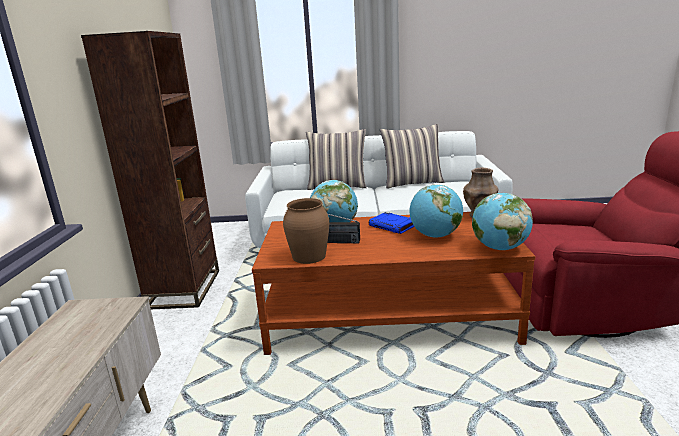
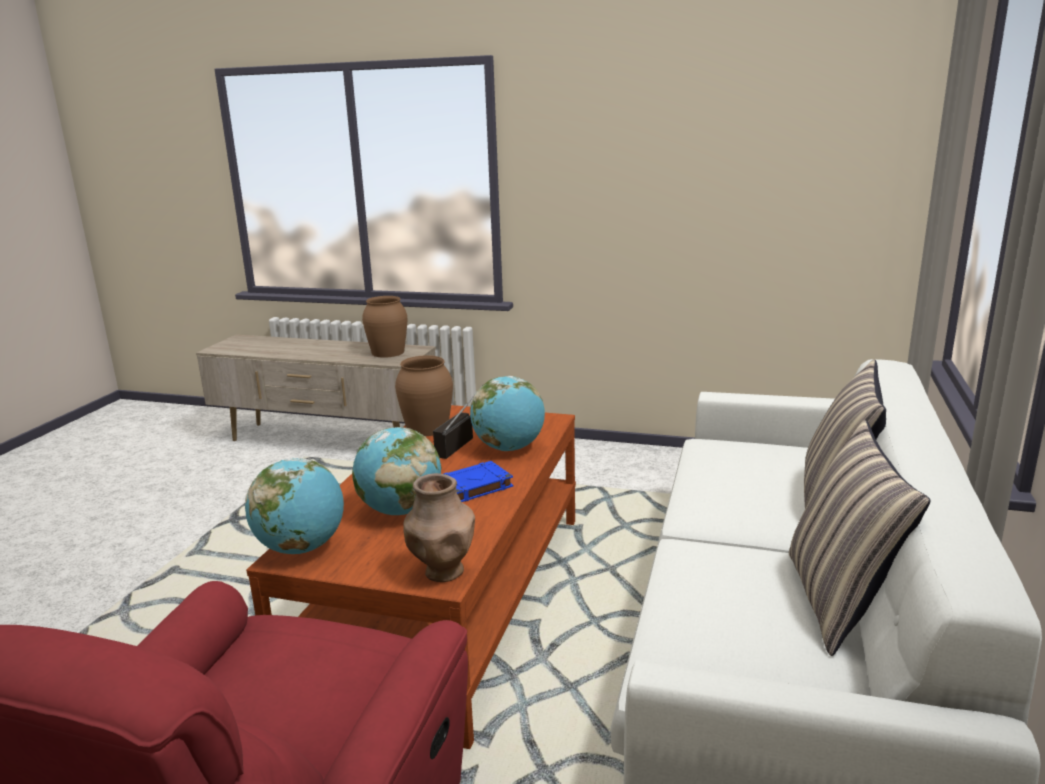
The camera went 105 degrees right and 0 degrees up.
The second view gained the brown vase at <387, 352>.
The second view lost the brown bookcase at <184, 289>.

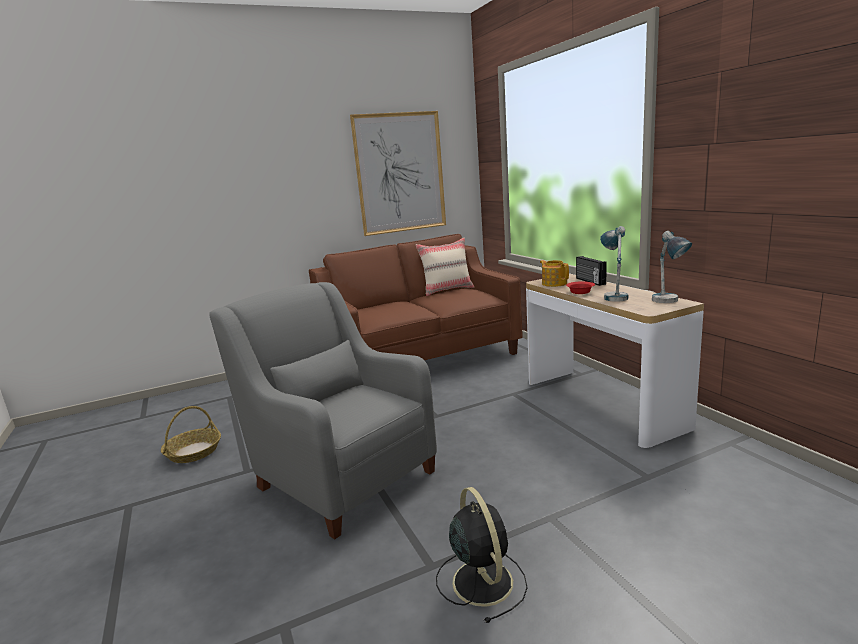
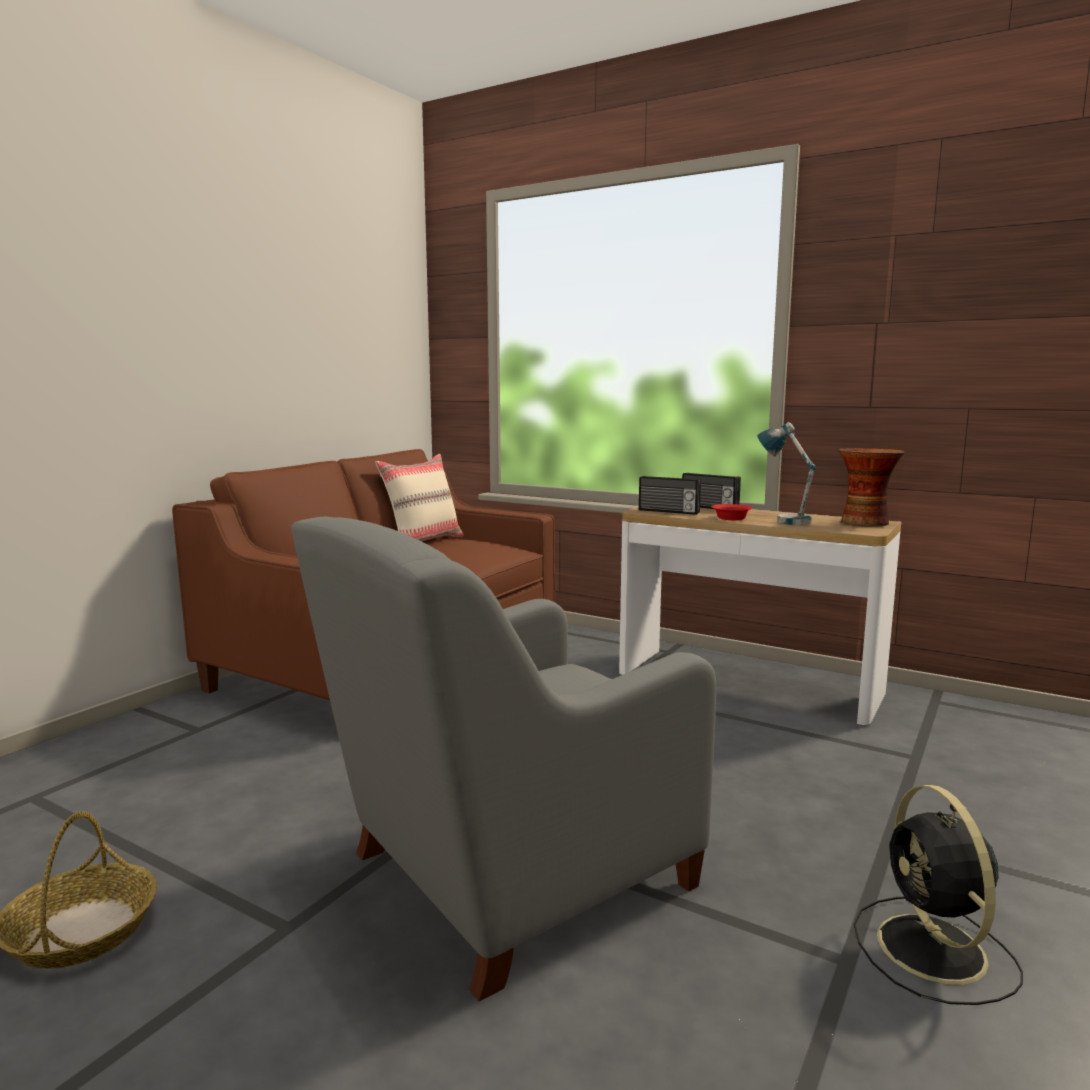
The camera went 35 degrees left and 5 degrees down.
The grey armchair at <340, 475> ended up facing another way, 45 degrees counterclockwise from before.
Where the teapot stood at <554, 283>, the radio came to stand at <668, 511>.
Where the table lamp stood at <668, 302>, the vase came to stand at <864, 523>.
The black fan at <481, 580> ended up facing another way, 135 degrees counterclockwise from before.
The second view lost the picture at <400, 173>.

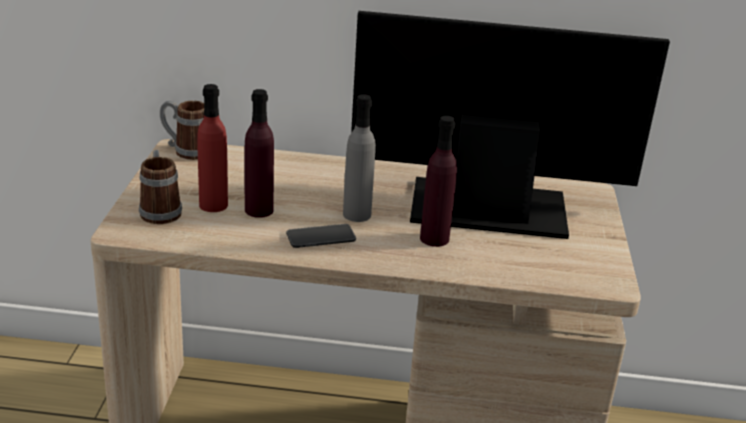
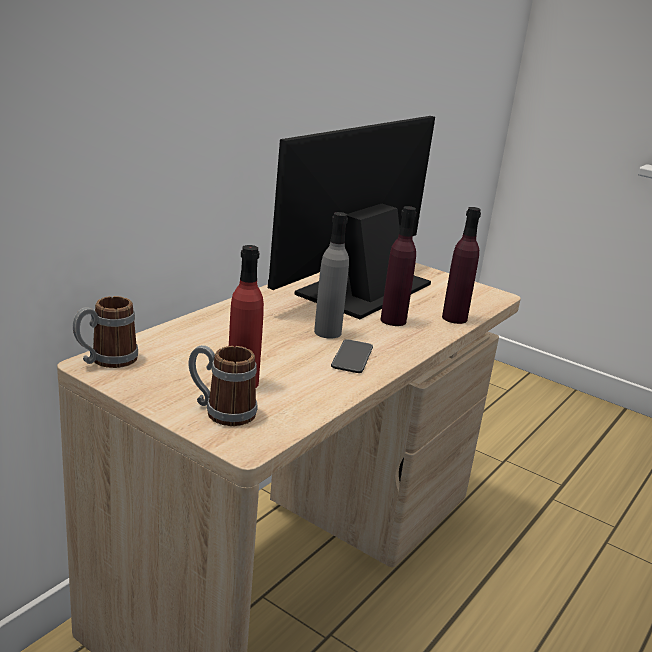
The camera went 60 degrees left and 5 degrees down.
The purple bottle ended up elsewhere, having gone from <259, 210> to <454, 318>.

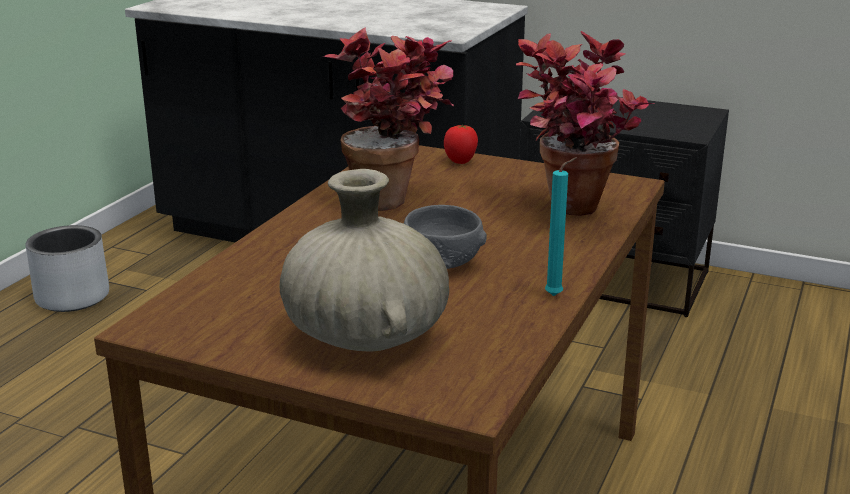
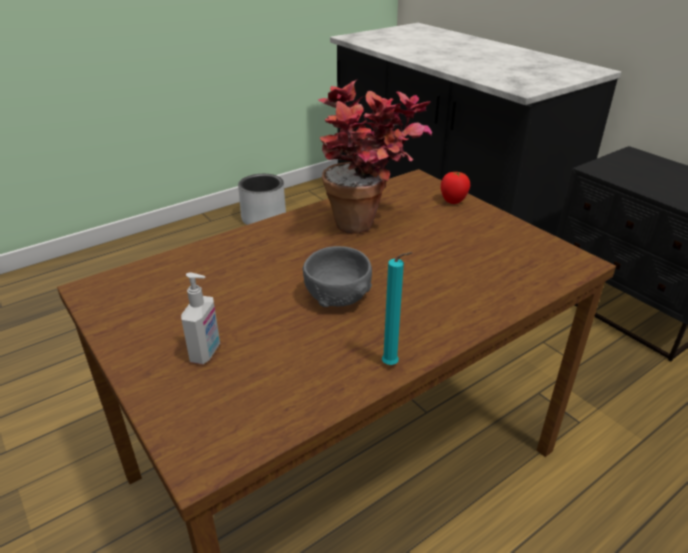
The camera went 30 degrees right and 10 degrees up.
Where the beige vase stood at <365, 337>, the soap dispenser came to stand at <206, 352>.
The second view lost the potted plant at <572, 215>.

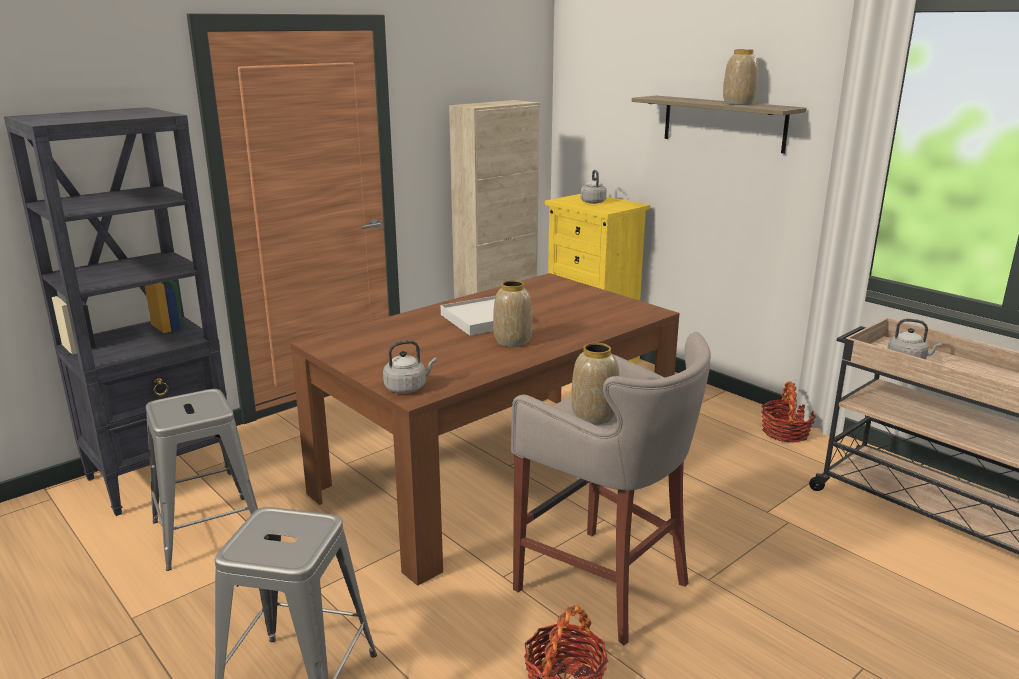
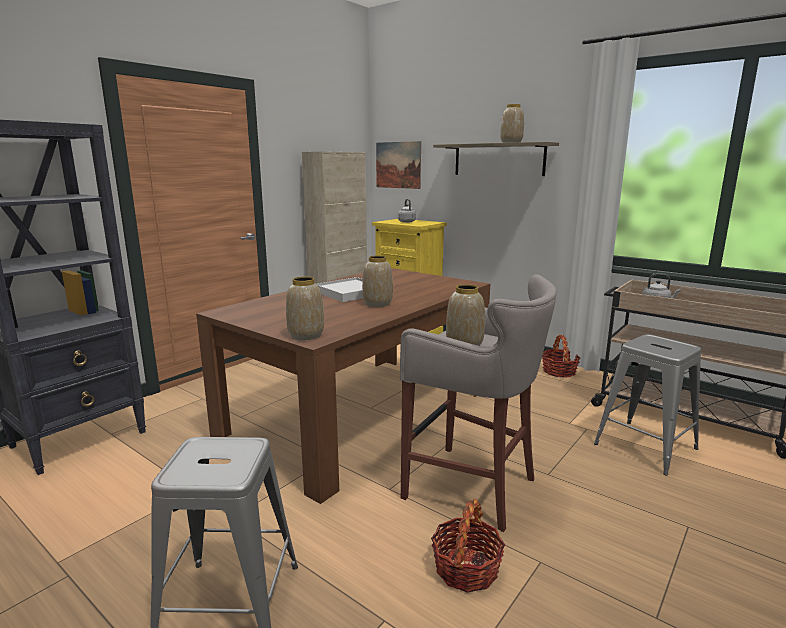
The camera went 10 degrees left and 5 degrees down.
Where the grey kettle stood at <407, 388>, the vase came to stand at <306, 335>.
The second view gained the picture at <398, 165>.
The grey stool ended up elsewhere, having gone from <208, 531> to <644, 446>.

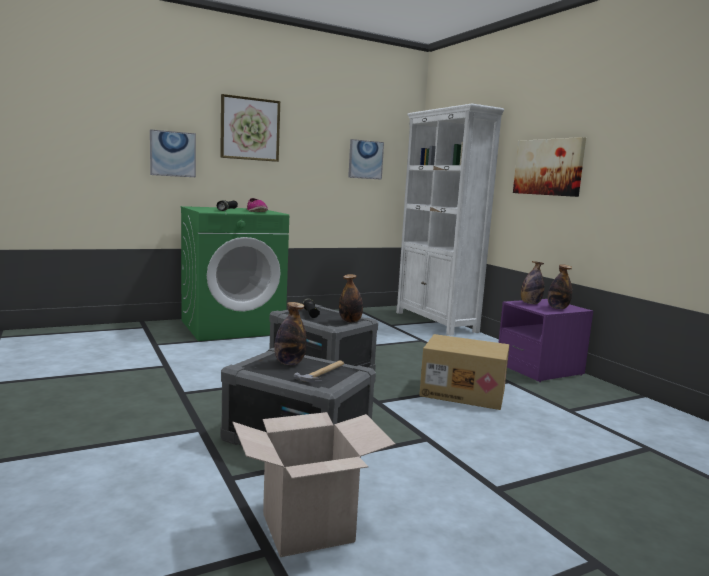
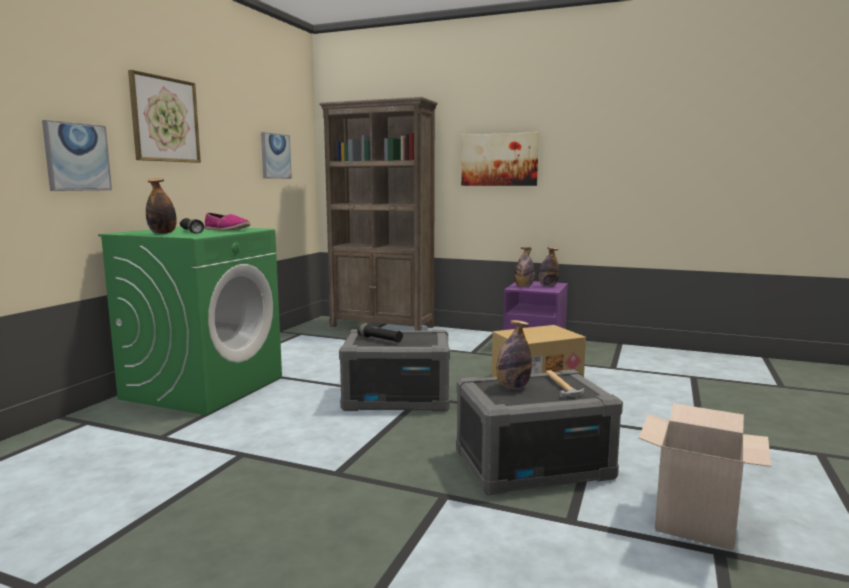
The camera went 40 degrees left and 0 degrees up.
The bottle ended up elsewhere, having gone from <350, 321> to <163, 233>.
What was the white bookcase at <436, 322> turned into the brown bookcase at <382, 326>.

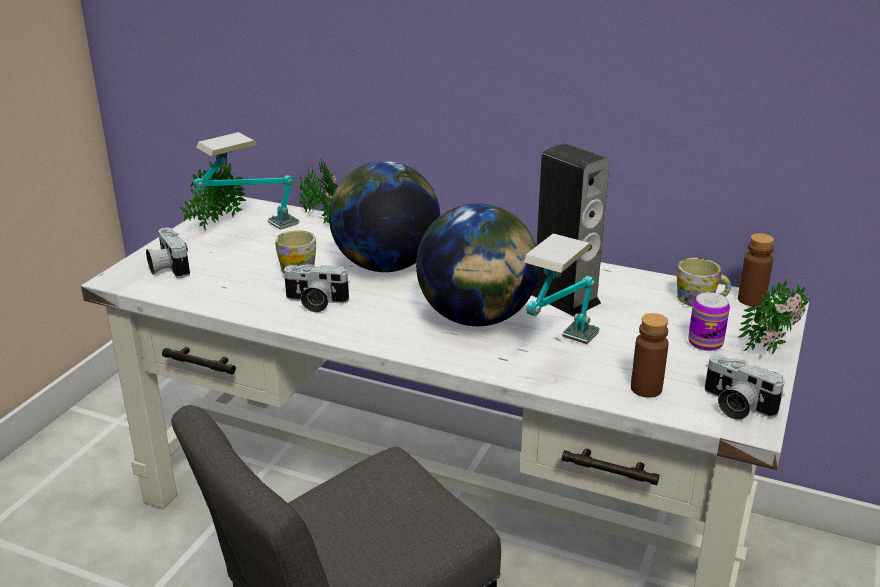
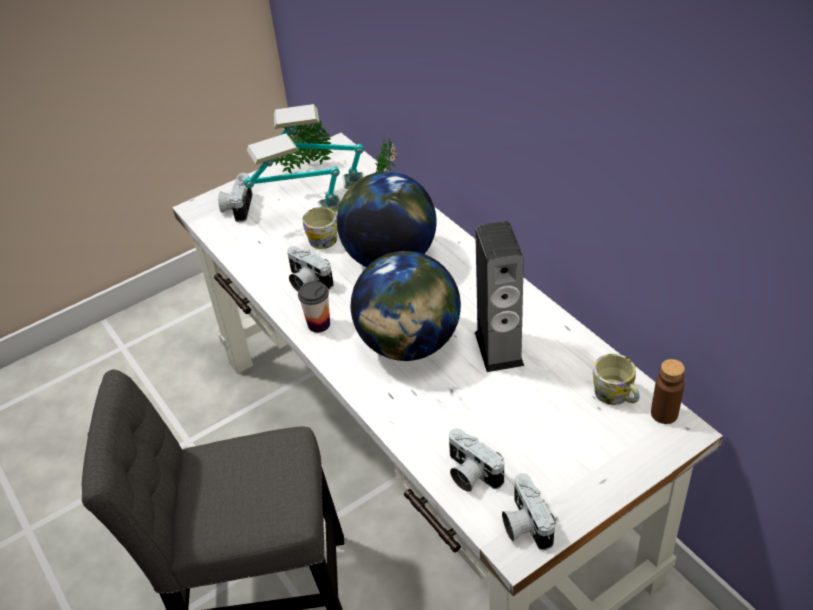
The camera went 35 degrees right and 15 degrees up.
The table lamp ended up elsewhere, having gone from <559, 355> to <300, 217>.
The second view gained the cup at <319, 324>.
Where the brown bottle stood at <646, 389>, the photo camera came to stand at <470, 474>.
The second view lost the can at <705, 343>.
The second view lost the potted plant at <774, 348>.

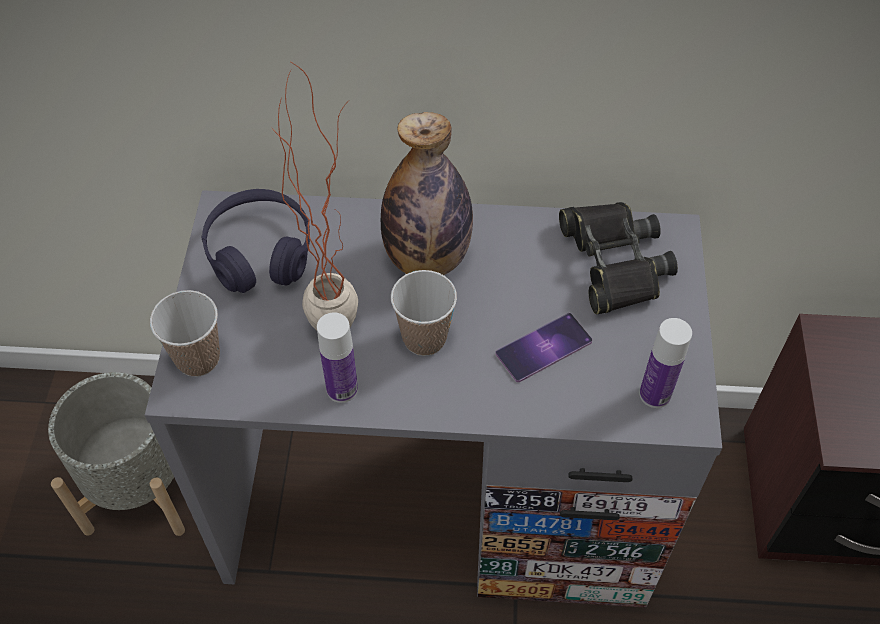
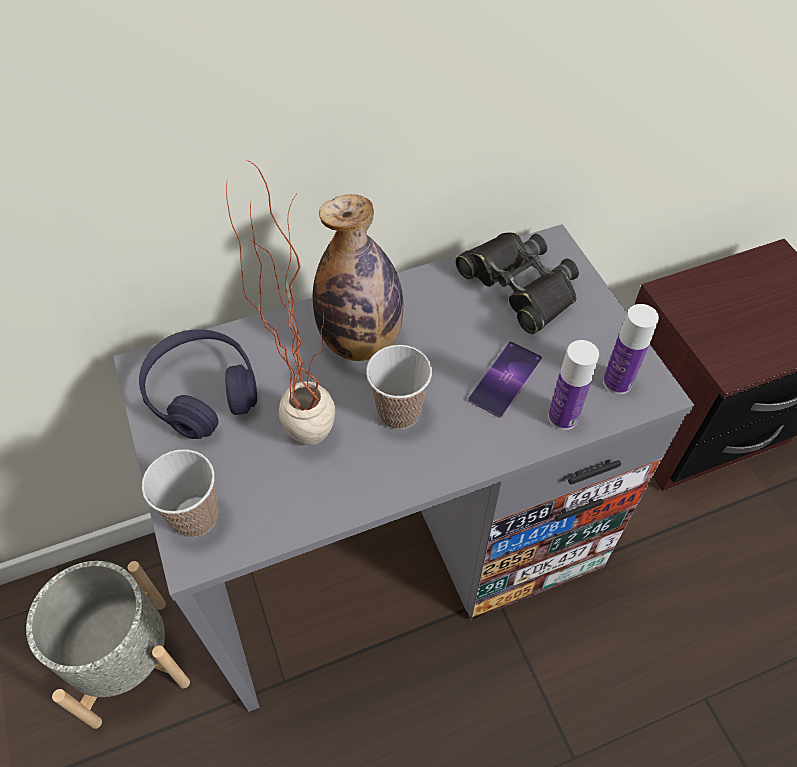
The camera went 25 degrees left and 0 degrees up.
The bottle ended up elsewhere, having gone from <342, 389> to <563, 417>.

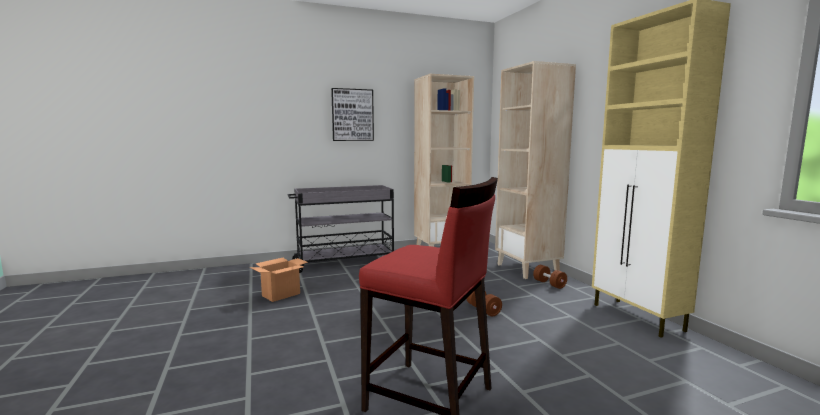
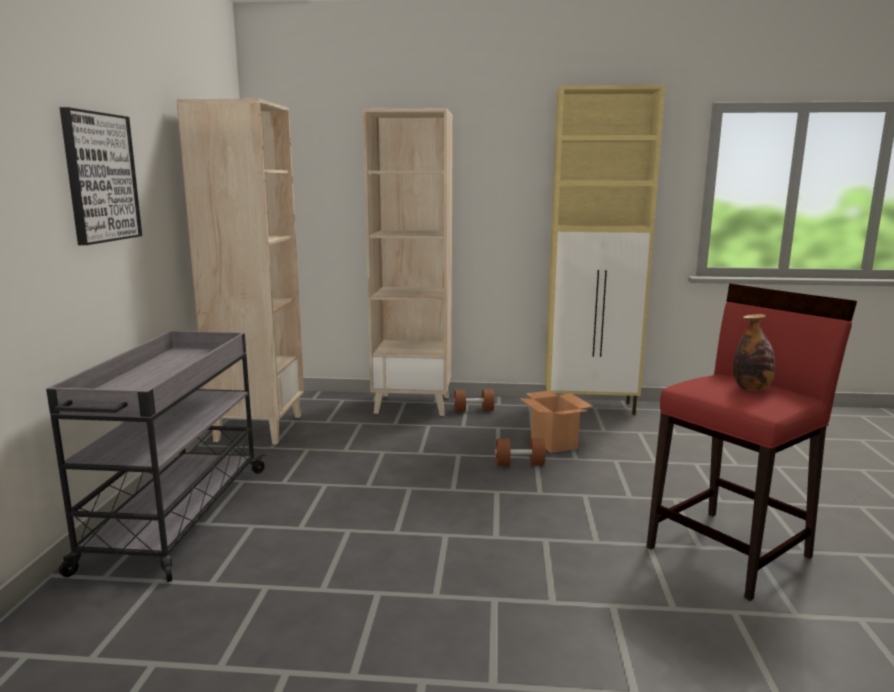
The camera went 65 degrees left and 5 degrees up.
The cardboard box ended up elsewhere, having gone from <281, 294> to <553, 443>.
The second view gained the bottle at <751, 389>.

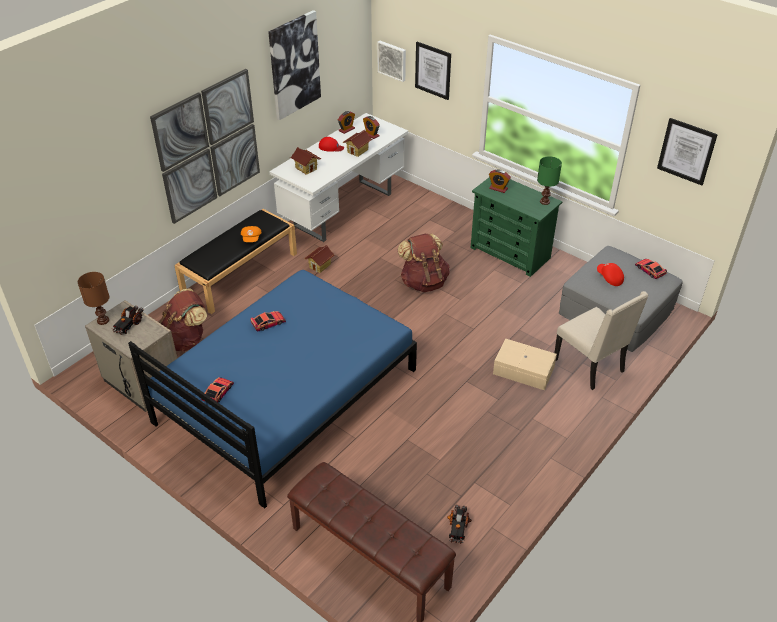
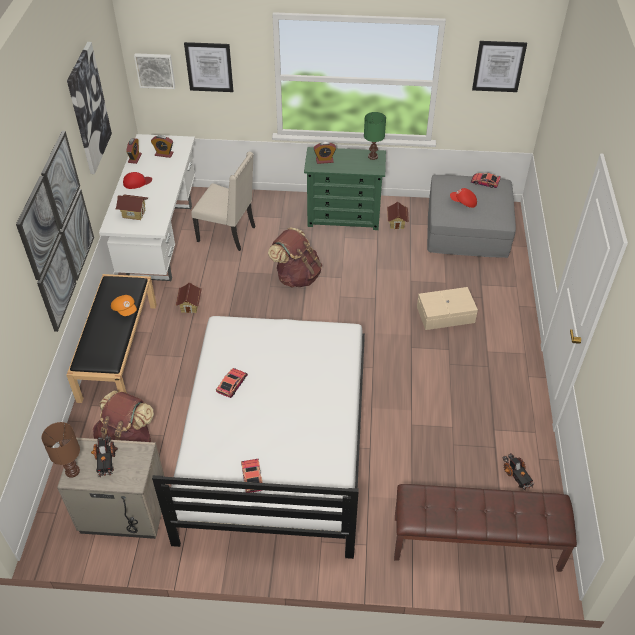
The camera went 35 degrees left and 5 degrees up.
What was the blue bed at <286, 395> turned into the white bed at <275, 444>.
The beige chair ended up elsewhere, having gone from <590, 366> to <228, 234>.
The toy house ended up elsewhere, having gone from <358, 151> to <397, 223>.

